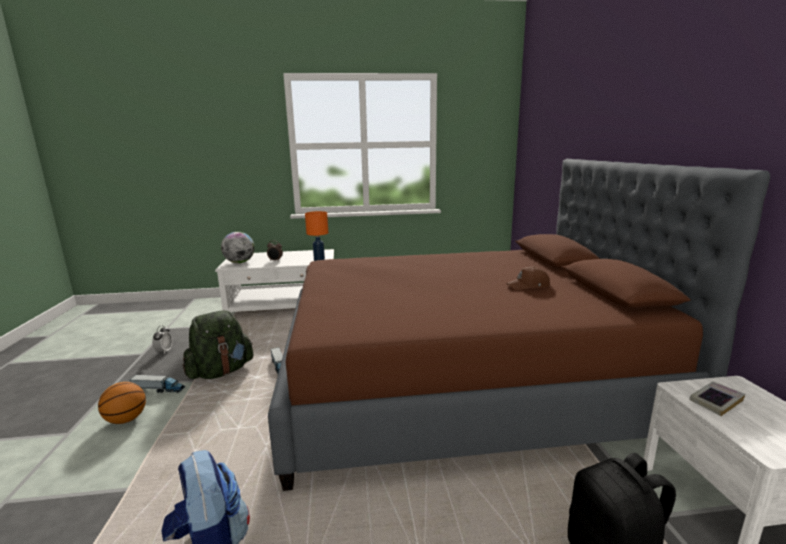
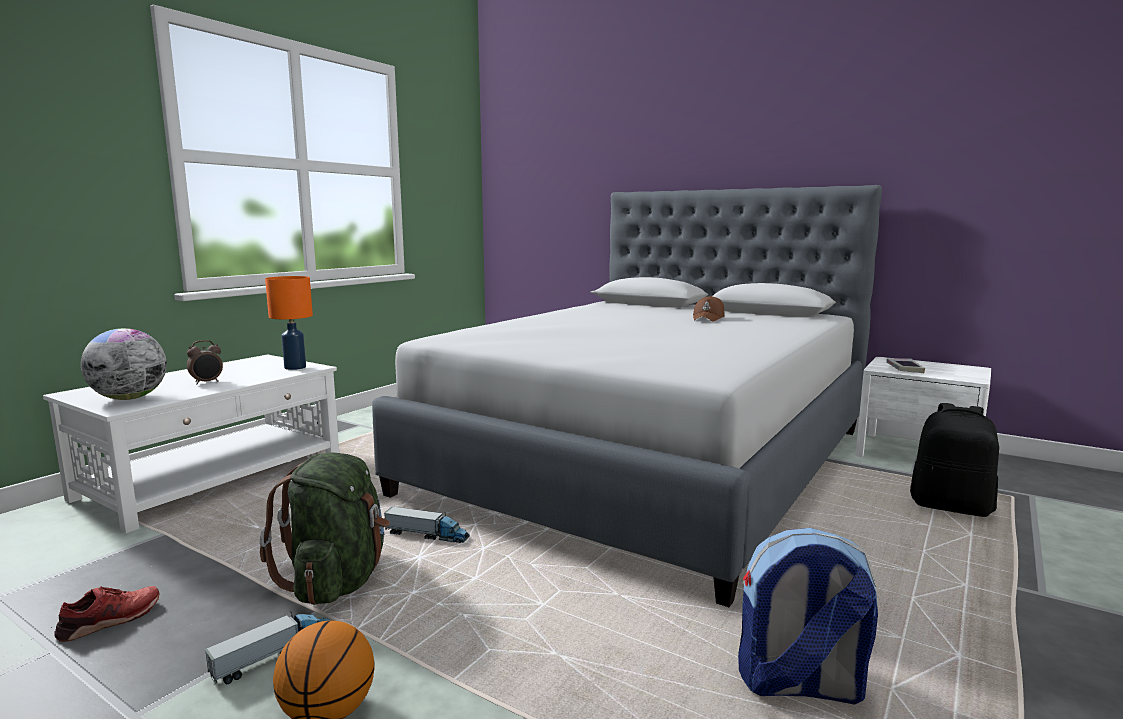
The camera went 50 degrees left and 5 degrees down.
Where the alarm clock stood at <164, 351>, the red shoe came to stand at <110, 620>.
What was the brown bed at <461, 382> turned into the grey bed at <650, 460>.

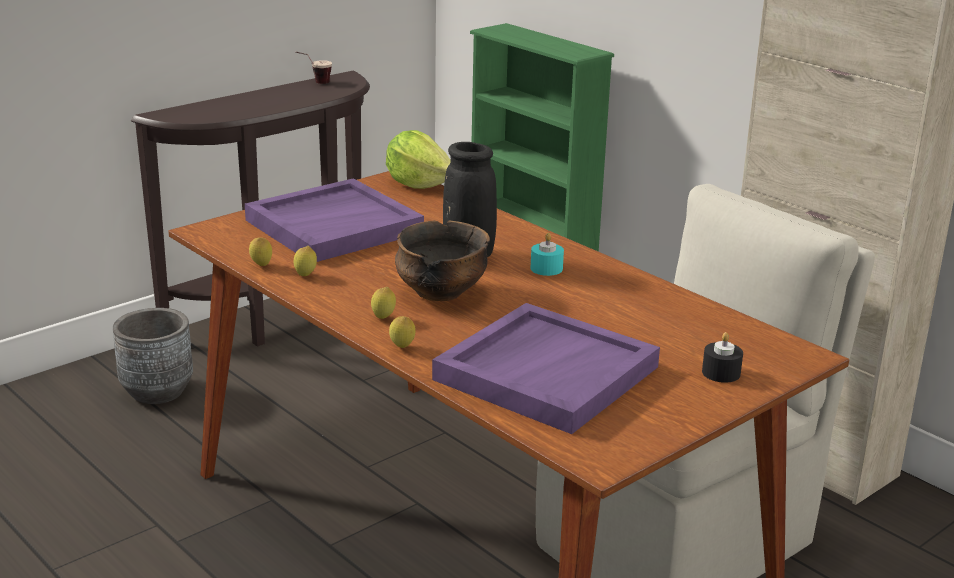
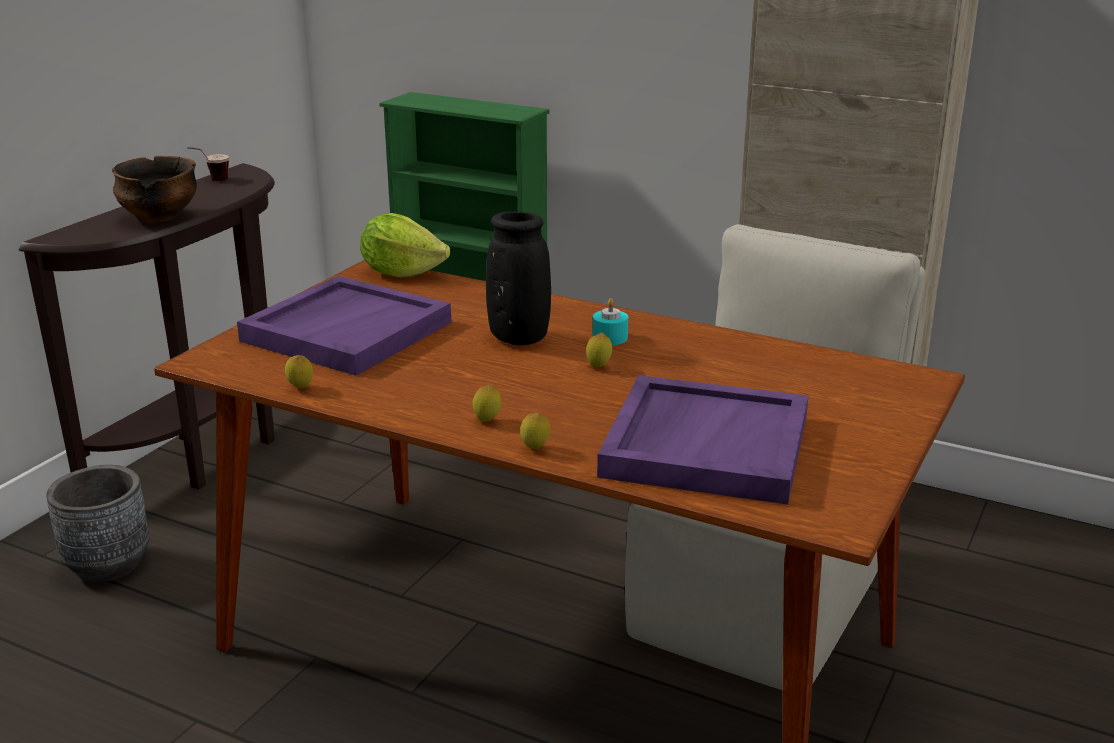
The camera went 20 degrees left and 0 degrees up.
The bowl ended up elsewhere, having gone from <440, 293> to <159, 218>.
The lemon ended up elsewhere, having gone from <305, 276> to <598, 367>.
The second view lost the black candle at <721, 373>.

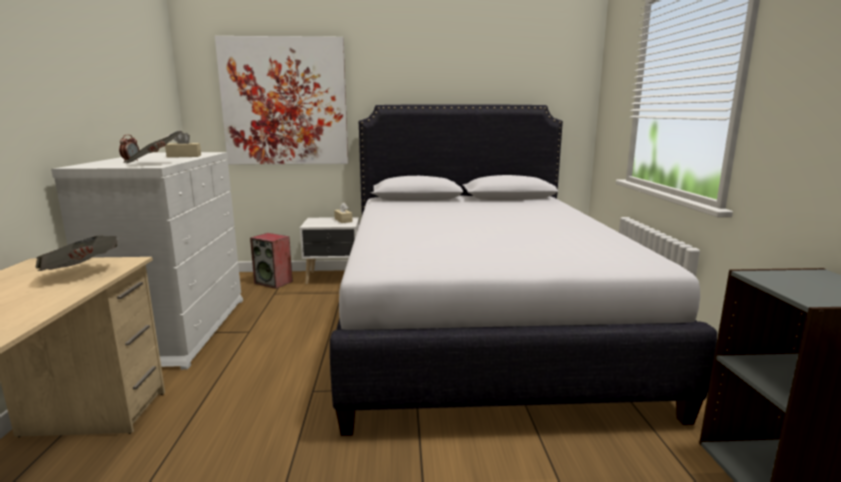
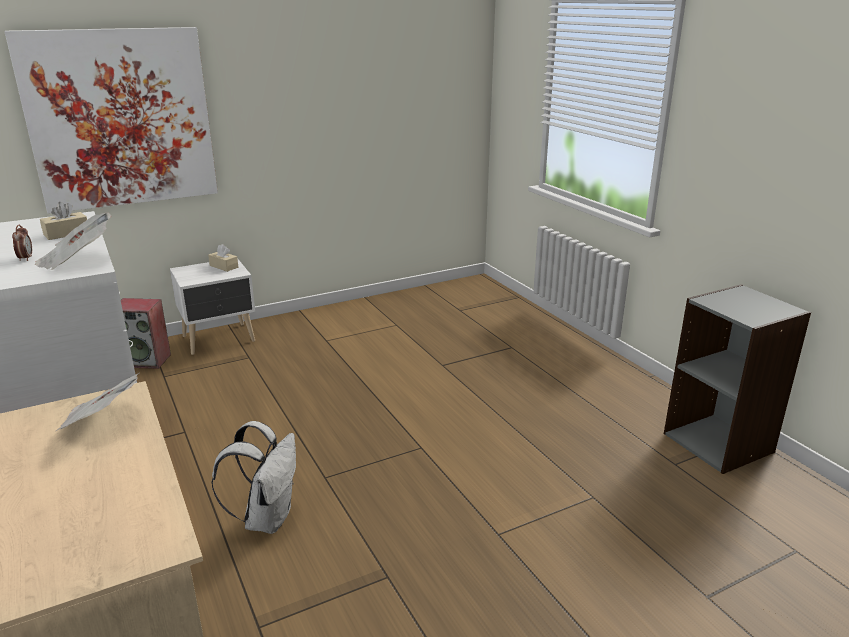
The camera went 25 degrees left and 10 degrees up.
The second view gained the white backpack at <267, 518>.
The second view lost the white bed at <477, 323>.

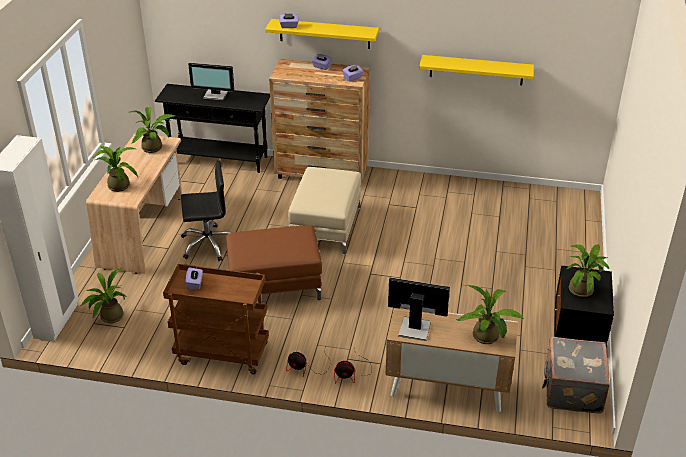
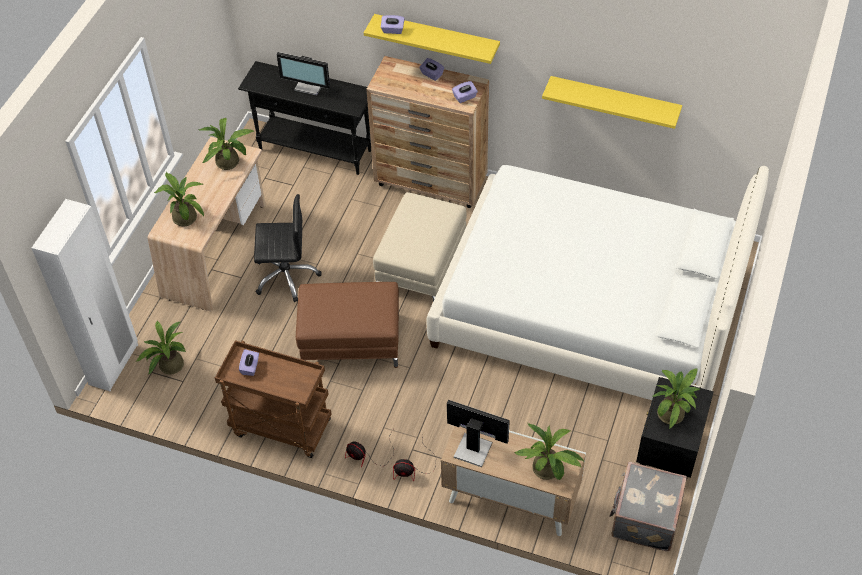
The camera went 10 degrees right and 15 degrees up.
The second view gained the white bed at <589, 309>.

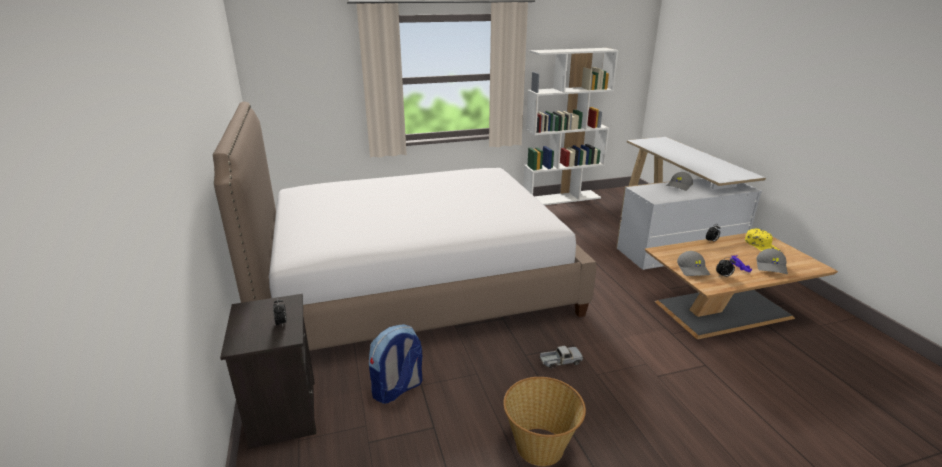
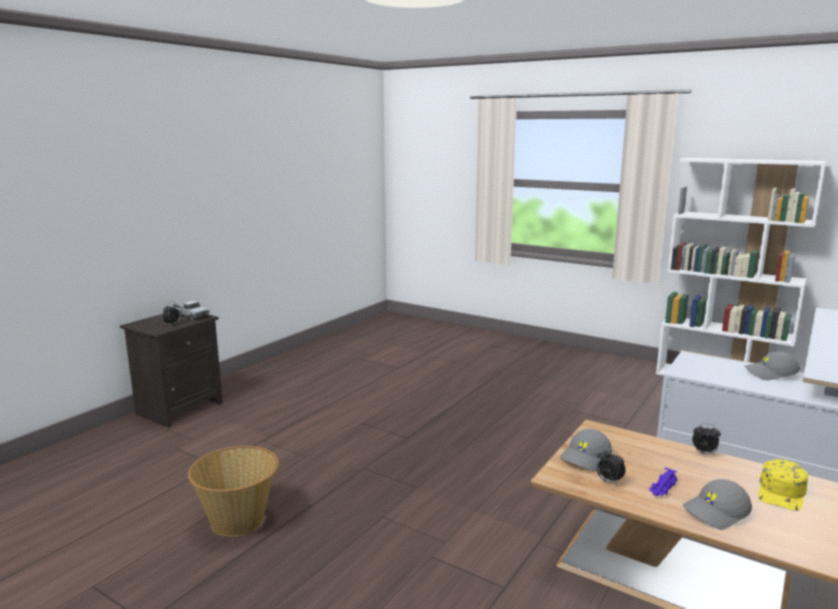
The camera went 50 degrees right and 10 degrees down.
The toy truck ended up elsewhere, having gone from <560, 361> to <191, 316>.
The second view lost the bed at <413, 285>.
The second view lost the backpack at <397, 389>.

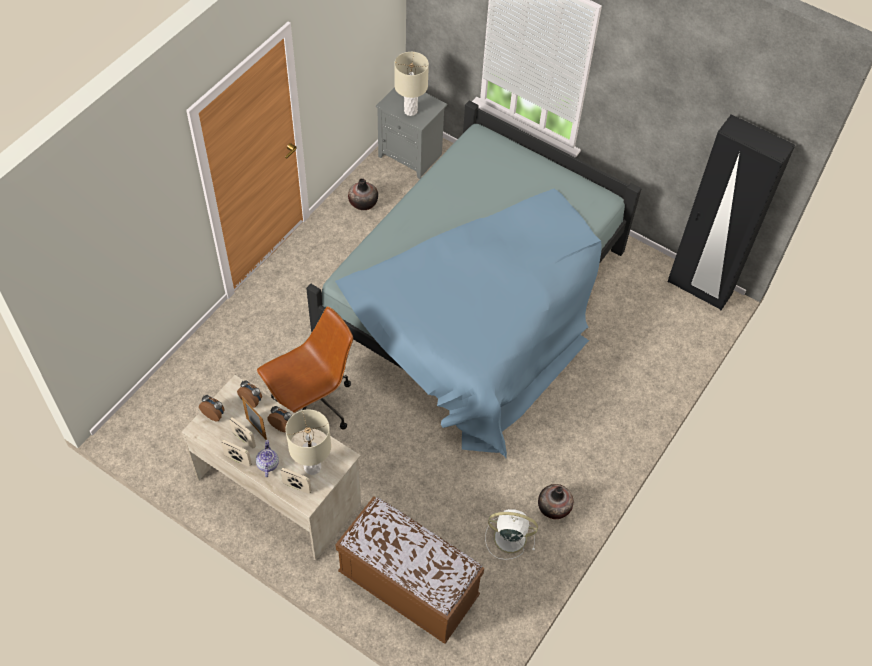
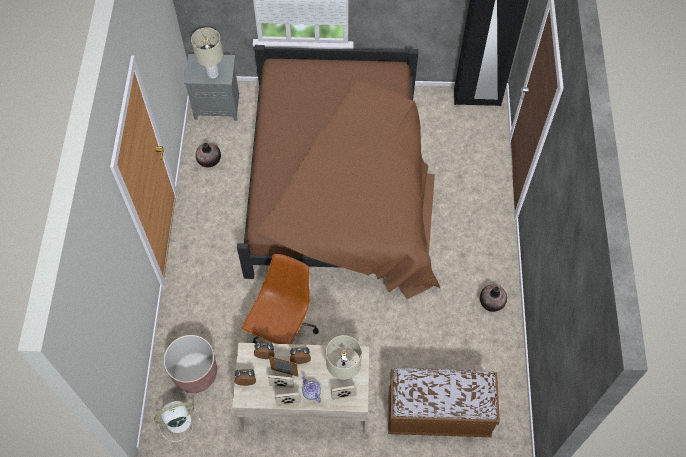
The camera went 30 degrees left and 5 degrees up.
The white fan ended up elsewhere, having gone from <508, 537> to <177, 421>.
The second view gained the brown planter at <195, 373>.
What was the blue bed at <476, 301> turned into the brown bed at <340, 189>.

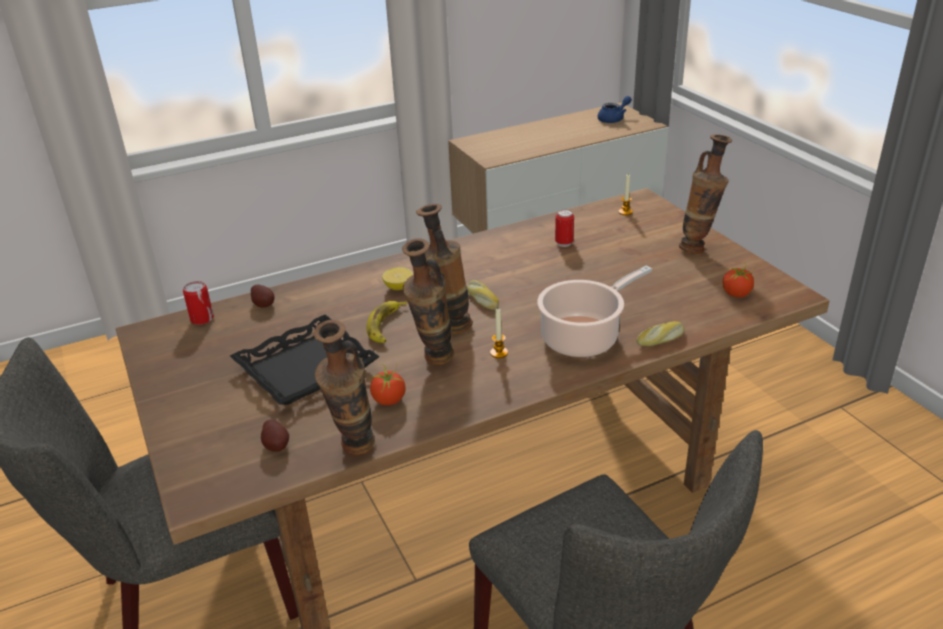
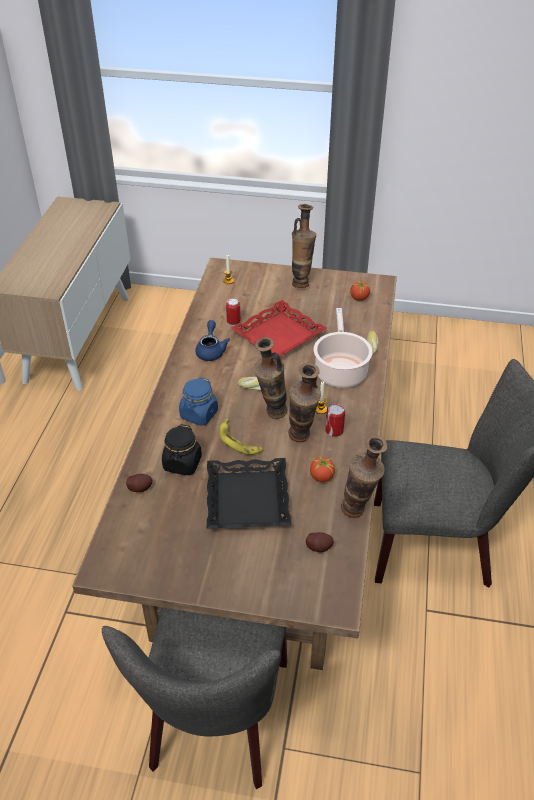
The camera went 55 degrees left and 10 degrees up.
The second view gained the black jar at <182, 463>.
Where the lemon stood at <398, 287>, the blue jar came to stand at <199, 414>.
The blue teapot ended up elsewhere, having gone from <614, 119> to <211, 350>.
The second view gained the red tray at <279, 336>.
The can ended up elsewhere, having gone from <202, 319> to <334, 430>.

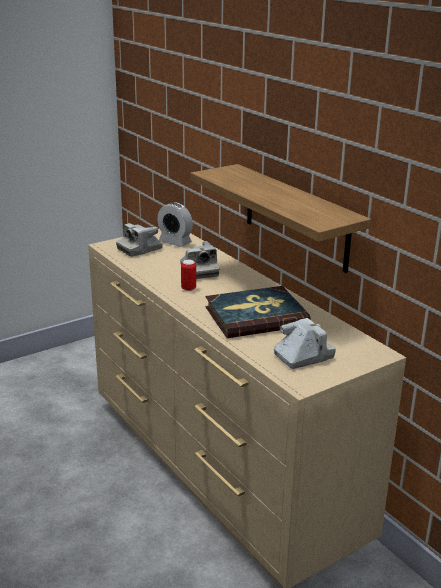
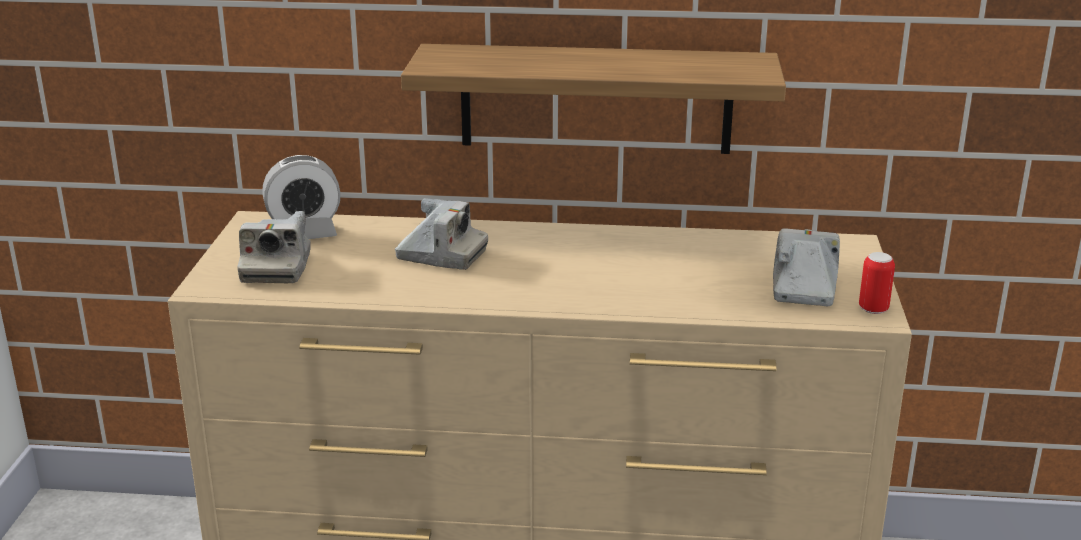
The camera went 50 degrees left and 0 degrees up.
The can ended up elsewhere, having gone from <188, 288> to <873, 309>.
The second view lost the book at <256, 316>.

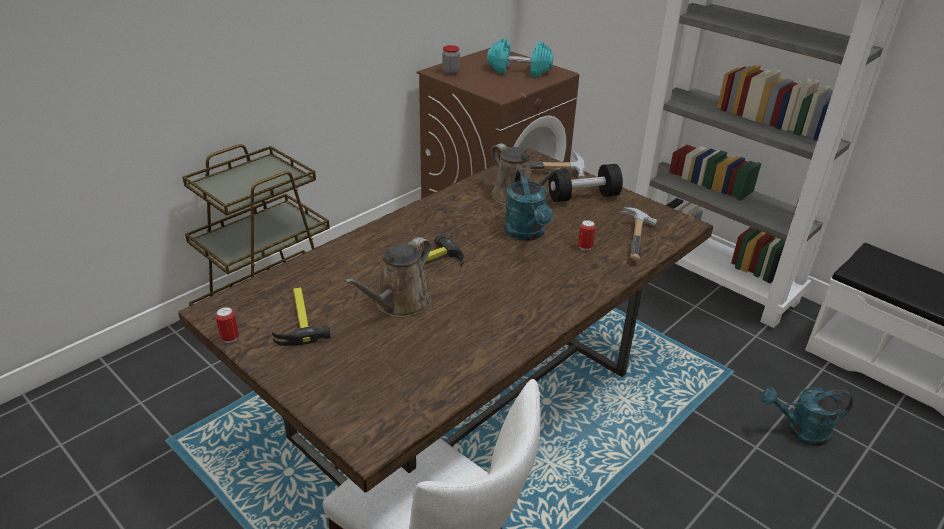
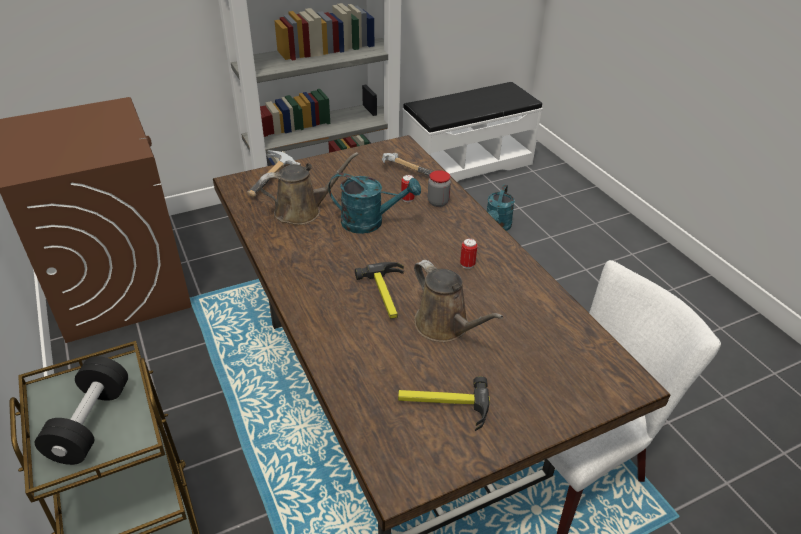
The camera went 70 degrees left and 5 degrees up.
The black dumbbell ended up elsewhere, having gone from <583, 196> to <90, 423>.
The jar ended up elsewhere, having gone from <450, 72> to <438, 202>.
The can ended up elsewhere, having gone from <230, 338> to <467, 264>.
The second view lost the turquoise dumbbell at <519, 71>.

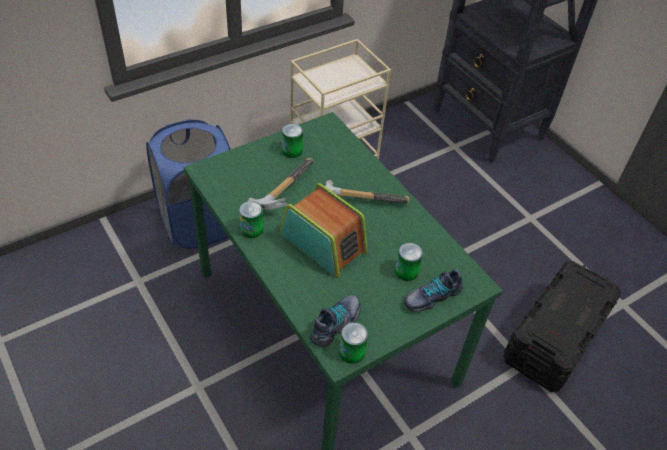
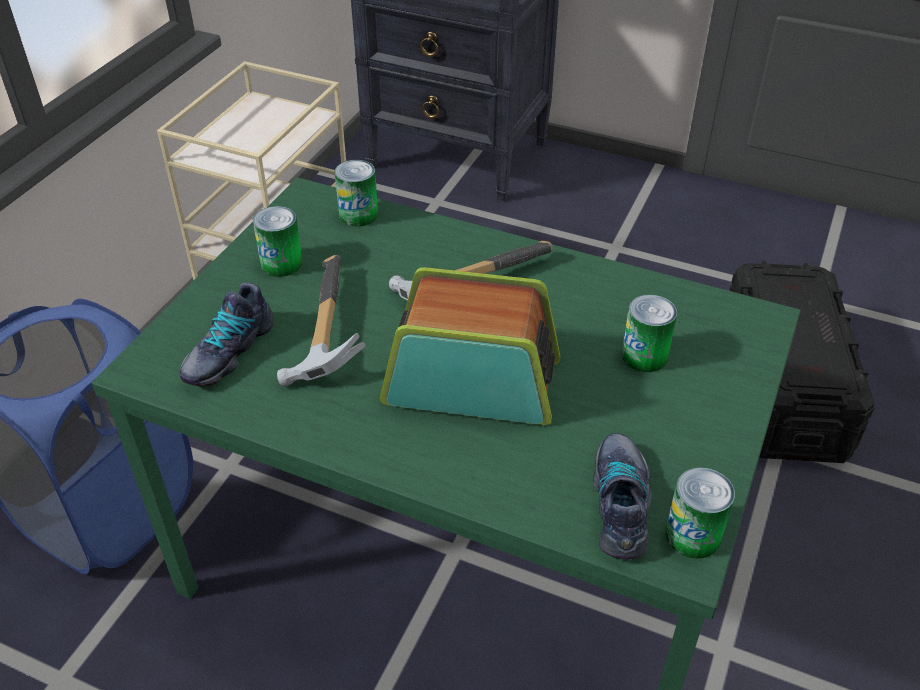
The camera went 30 degrees left and 5 degrees down.
The shoe ended up elsewhere, having gone from <432, 296> to <227, 351>.
The can ended up elsewhere, having gone from <251, 229> to <358, 214>.

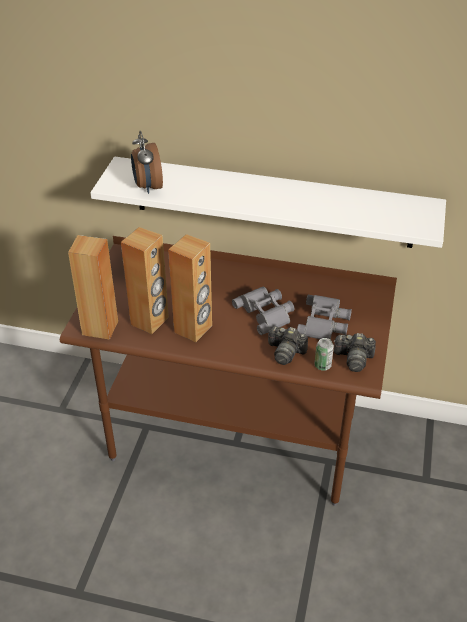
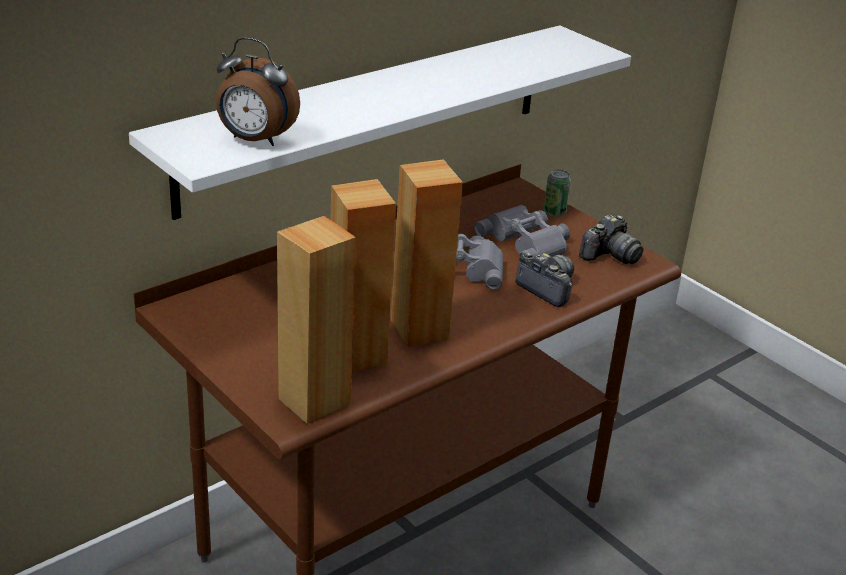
The camera went 55 degrees left and 10 degrees down.
The photo camera at <285, 352> ended up facing another way, 105 degrees counterclockwise from before.
The can ended up elsewhere, having gone from <322, 365> to <554, 212>.

